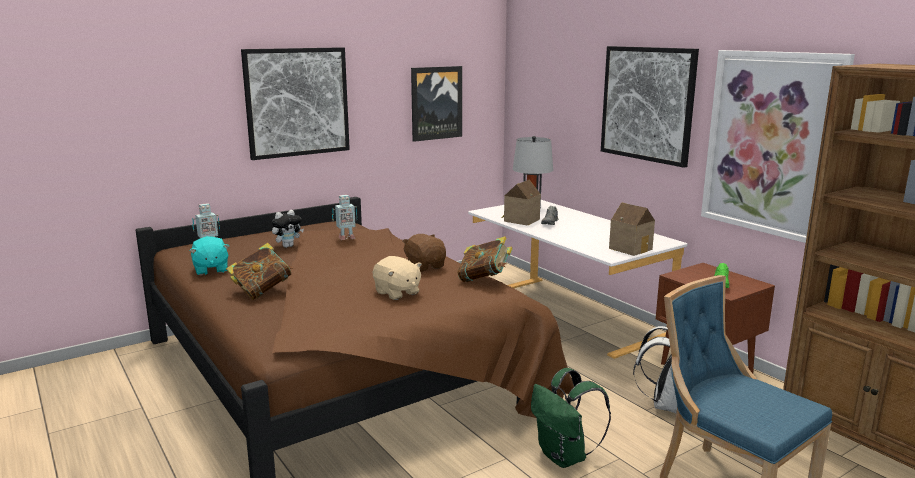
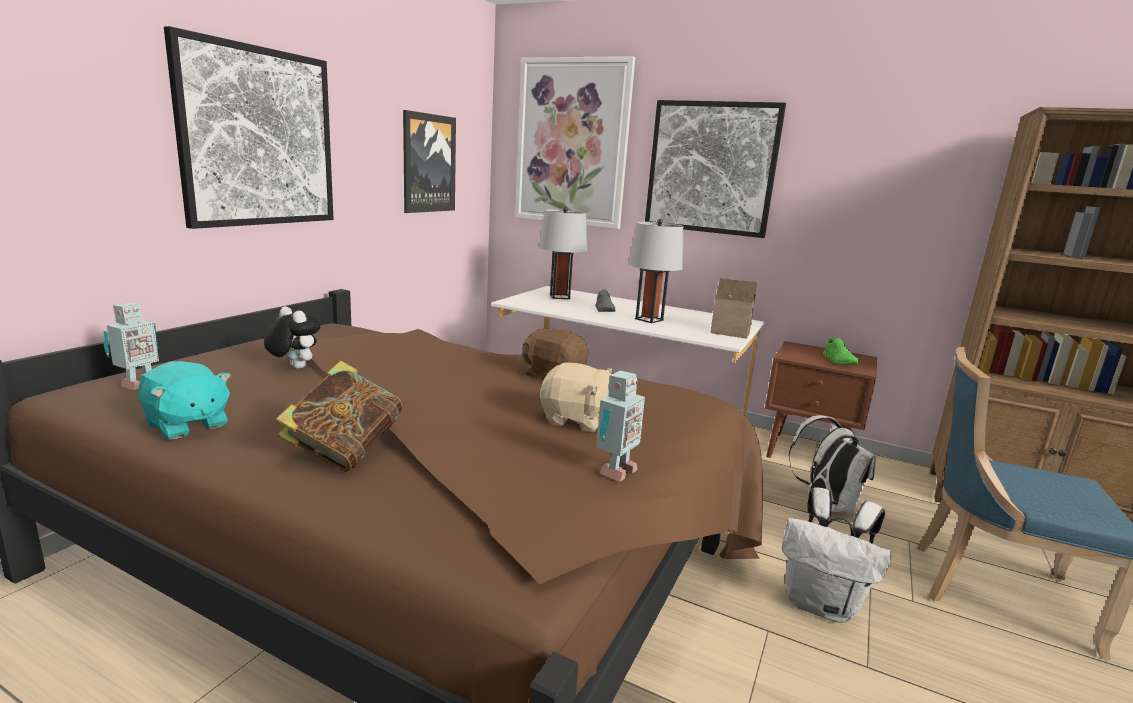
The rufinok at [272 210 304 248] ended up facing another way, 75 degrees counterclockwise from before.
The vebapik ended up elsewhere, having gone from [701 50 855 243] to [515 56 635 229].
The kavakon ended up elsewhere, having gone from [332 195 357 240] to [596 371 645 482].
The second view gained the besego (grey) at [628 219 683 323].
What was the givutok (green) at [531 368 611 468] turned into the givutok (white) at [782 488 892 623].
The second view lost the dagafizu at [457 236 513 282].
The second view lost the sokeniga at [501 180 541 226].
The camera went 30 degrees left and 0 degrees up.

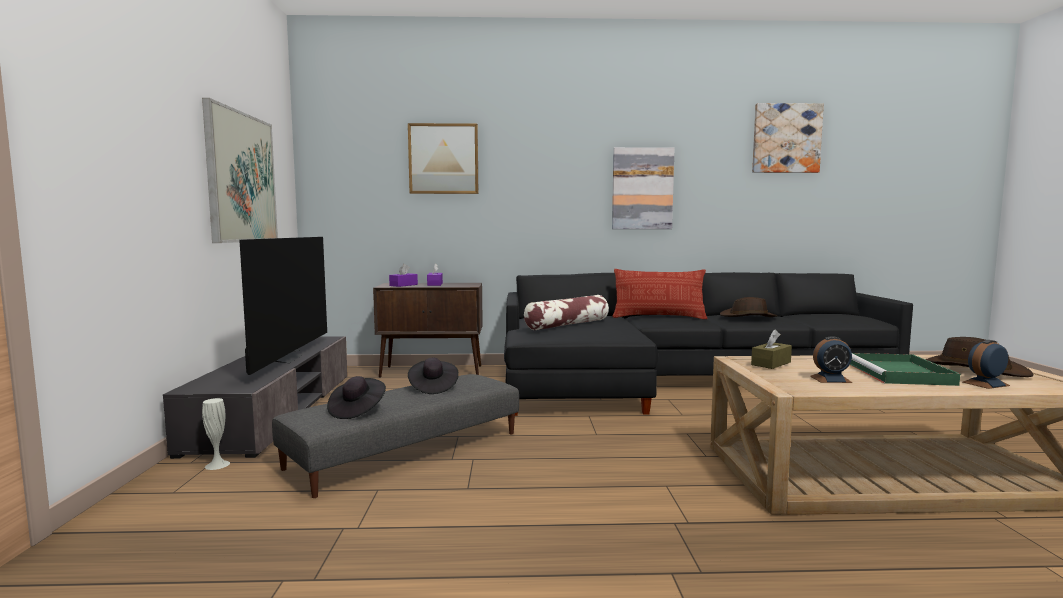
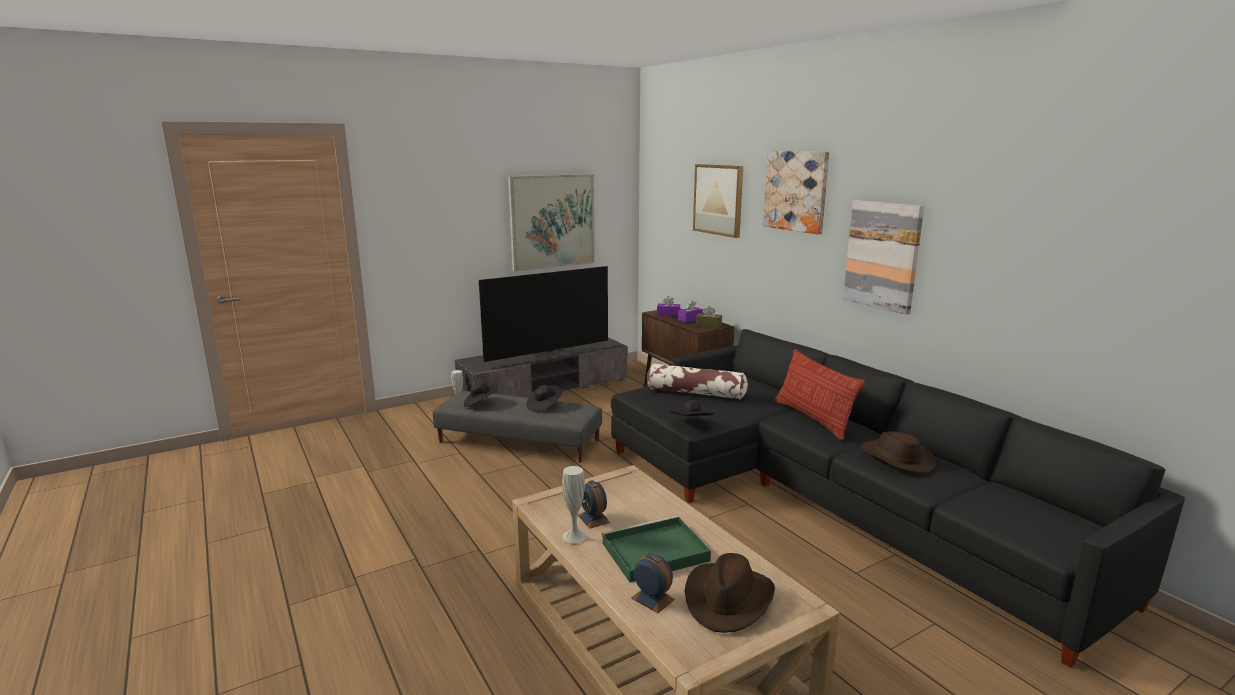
The second view gained the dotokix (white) at [562 466 587 543].
The second view gained the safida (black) at [670 400 714 417].
The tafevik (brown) ended up elsewhere, having gone from [751 330 792 369] to [696 306 722 328].
The vebapik ended up elsewhere, having gone from [752 103 824 173] to [763 151 829 234].
The camera went 60 degrees right and 10 degrees up.

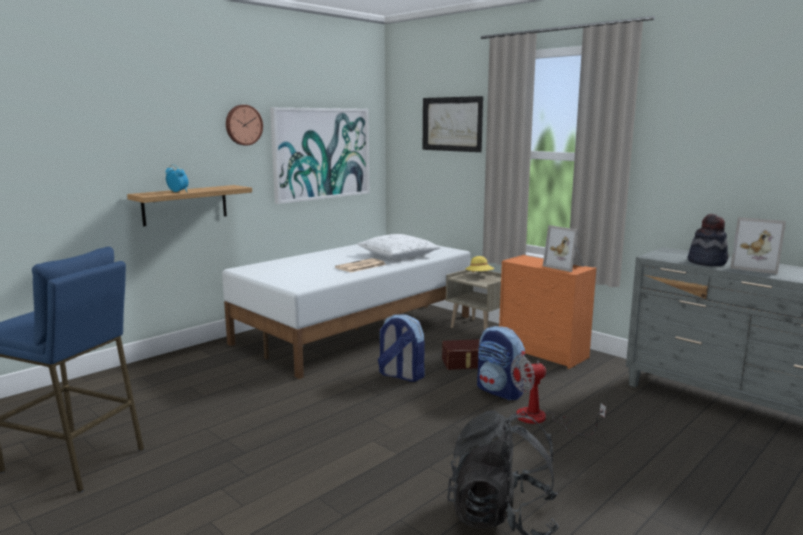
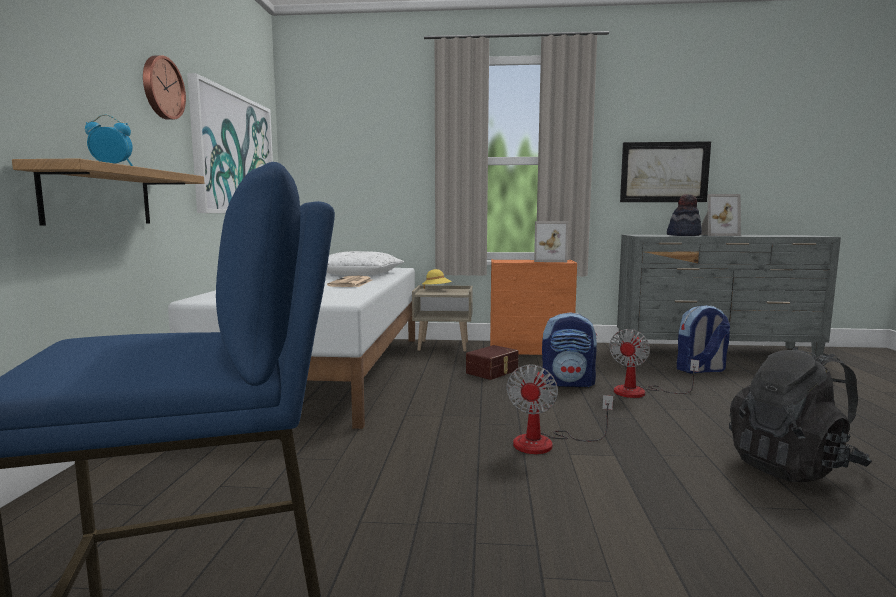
The second view gained the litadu at [506 364 613 454].
The vebapik ended up elsewhere, having gone from [423 96 483 152] to [620 141 711 202].
The givutok ended up elsewhere, having gone from [378 314 425 382] to [677 305 730 373].
The camera went 40 degrees left and 5 degrees down.

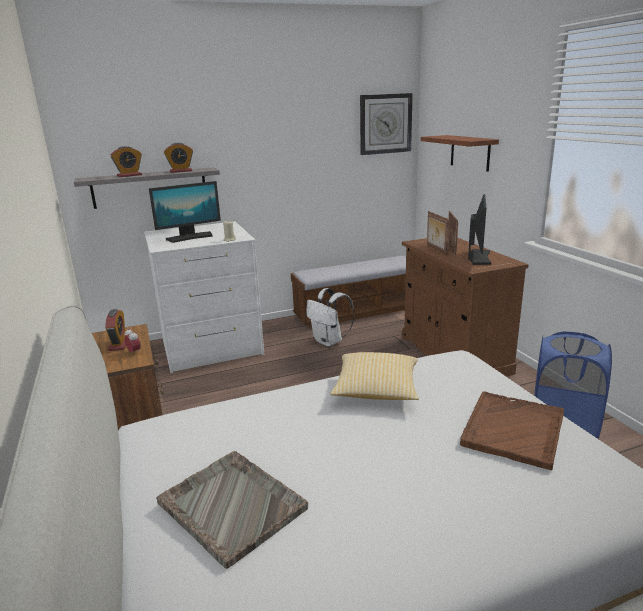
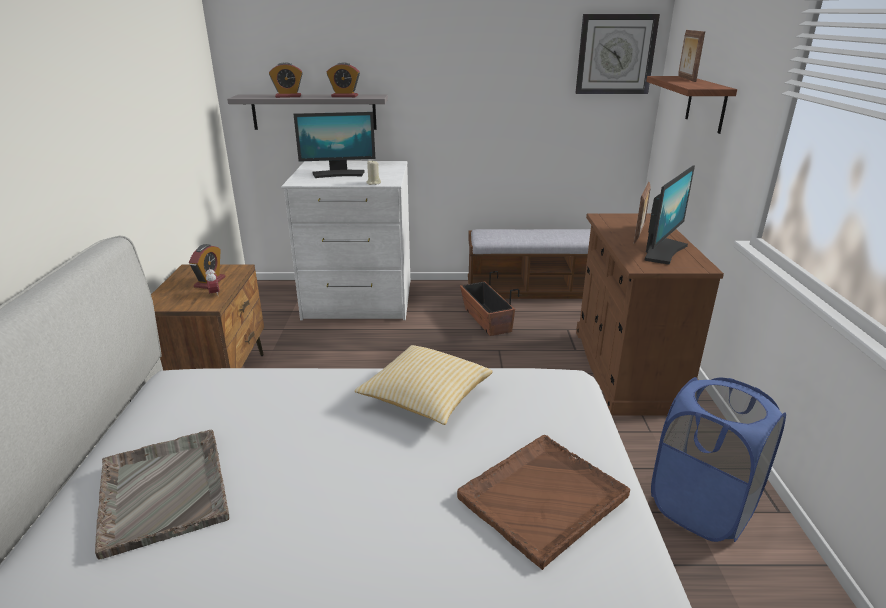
Where the givutok (white) stood at [306 288 355 347], the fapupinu came to stand at [460 271 520 336].
The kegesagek ended up elsewhere, having gone from [427 211 450 255] to [678 30 705 82].
The camera went 20 degrees right and 5 degrees up.

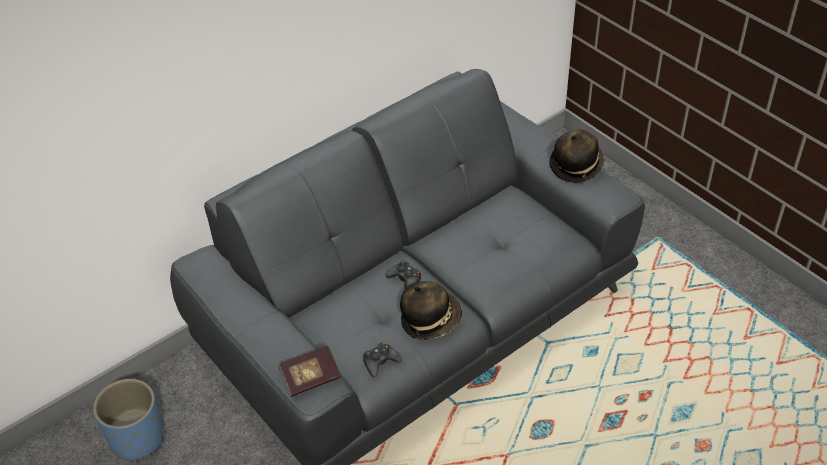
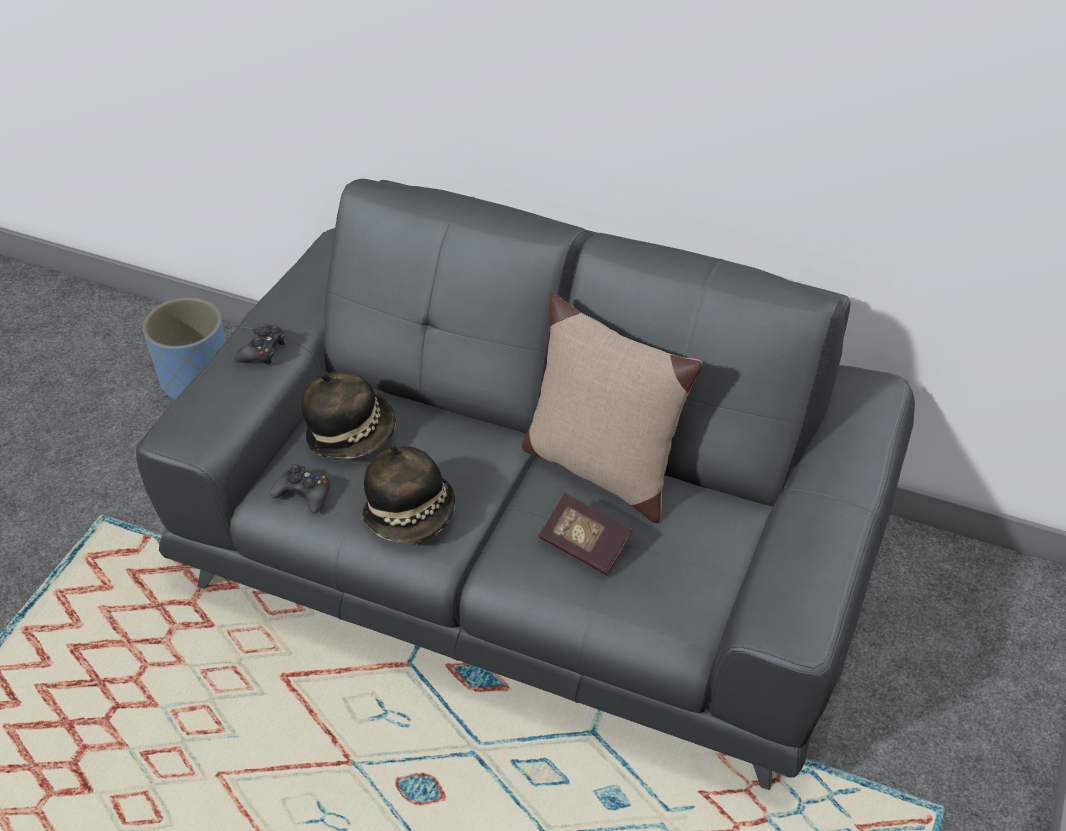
The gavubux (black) ended up elsewhere, having gone from [385 260 421 289] to [235 323 287 364].
The safida ended up elsewhere, having gone from [549 129 604 183] to [302 372 396 459].
The second view gained the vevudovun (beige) at [521 293 702 523].
The dagafizu ended up elsewhere, having gone from [278 345 341 397] to [539 493 633 576].
The camera went 60 degrees right and 0 degrees up.

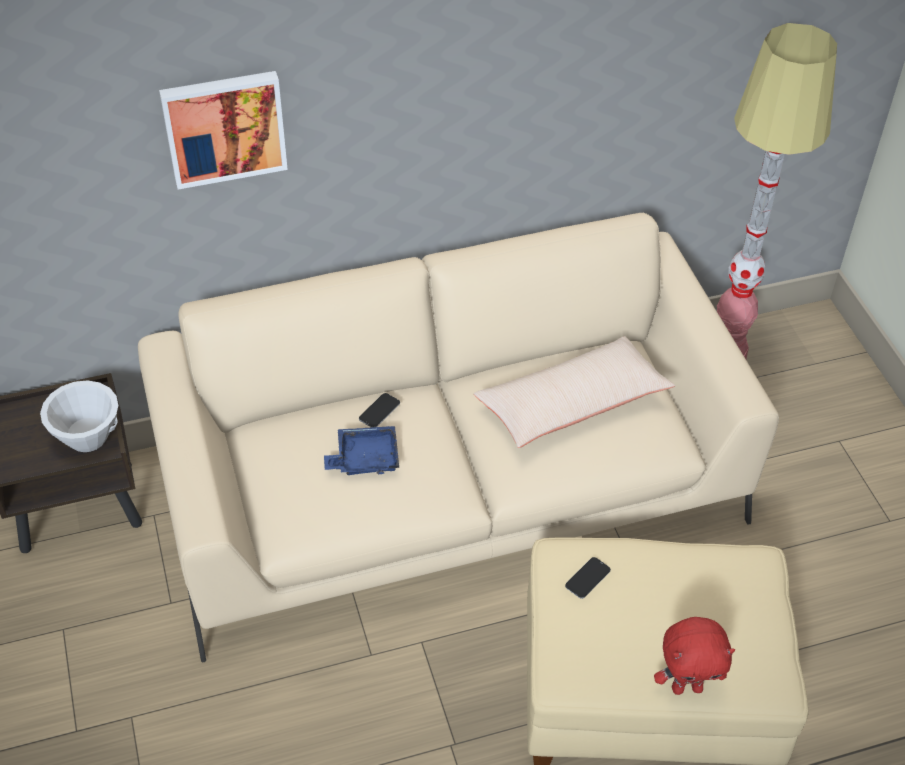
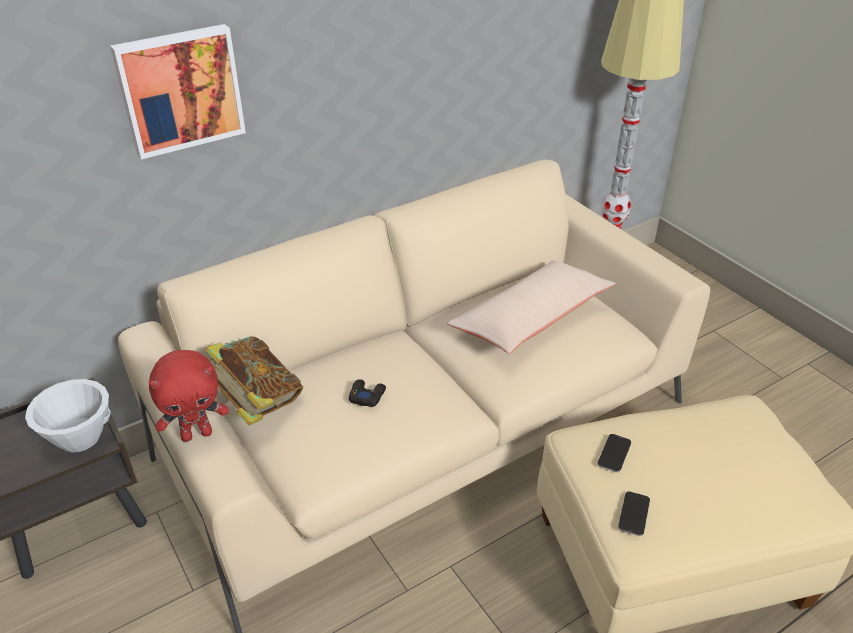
The rufinok (red) ended up elsewhere, having gone from [654 617 735 695] to [149 350 229 442].
The second view gained the dagafizu at [206 336 303 426].
Where the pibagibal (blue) stood at [324 426 399 475], the gavubux (black) came to stand at [349 379 386 407].
The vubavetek ended up elsewhere, having gone from [359 393 400 428] to [618 491 650 536].
The camera went 15 degrees left and 10 degrees down.

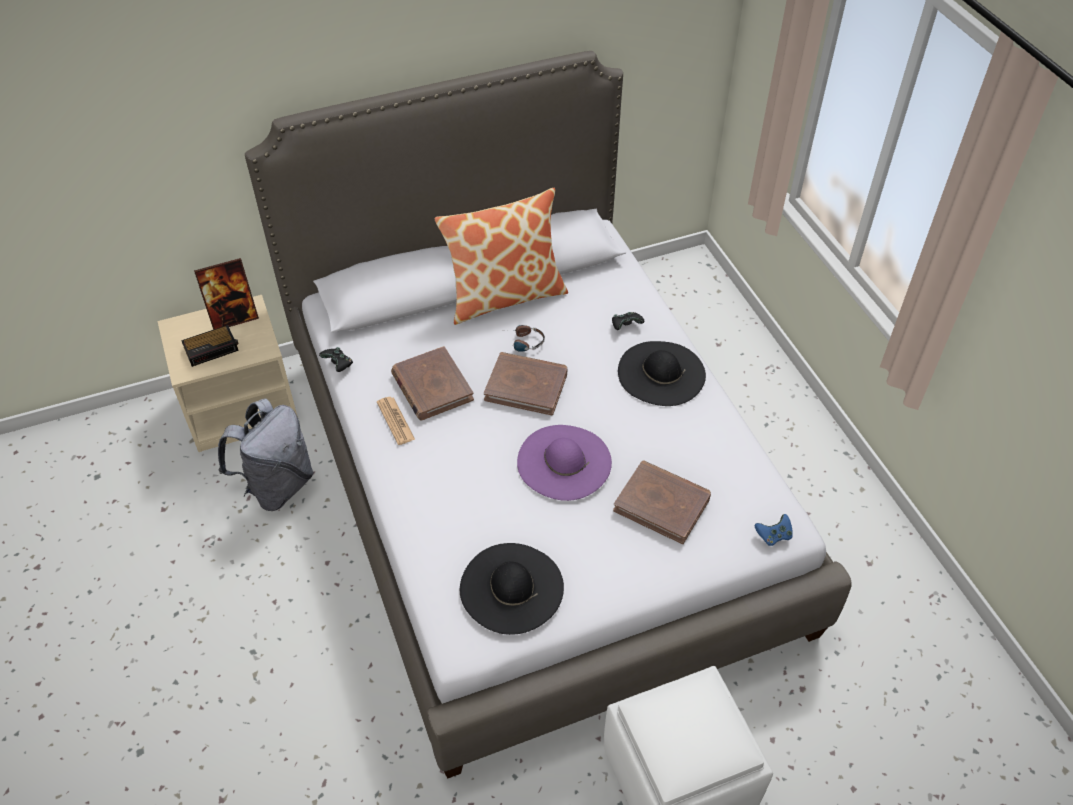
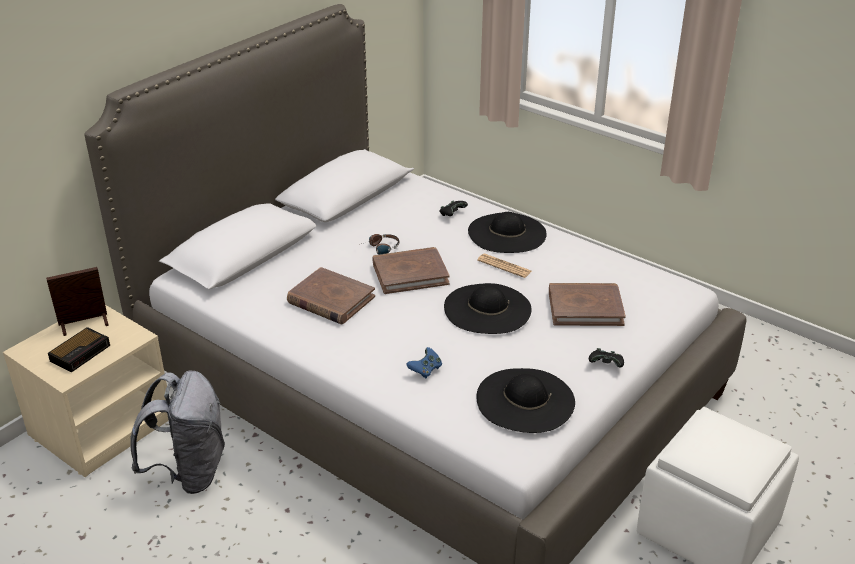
The kegesagek at [194 258 259 330] ended up facing another way, 150 degrees counterclockwise from before.
The gavubux (blue) ended up elsewhere, having gone from [755 514 793 546] to [406 347 442 378].
What was the safida (purple) at [517 425 612 501] turned into the safida (black) at [444 283 532 334].
The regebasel ended up elsewhere, having gone from [377 397 415 445] to [477 253 532 278].
The gavubux (black) ended up elsewhere, having gone from [319 347 353 372] to [589 348 624 368].
The second view lost the vevudovun at [434 188 568 325].
The camera went 30 degrees left and 15 degrees down.

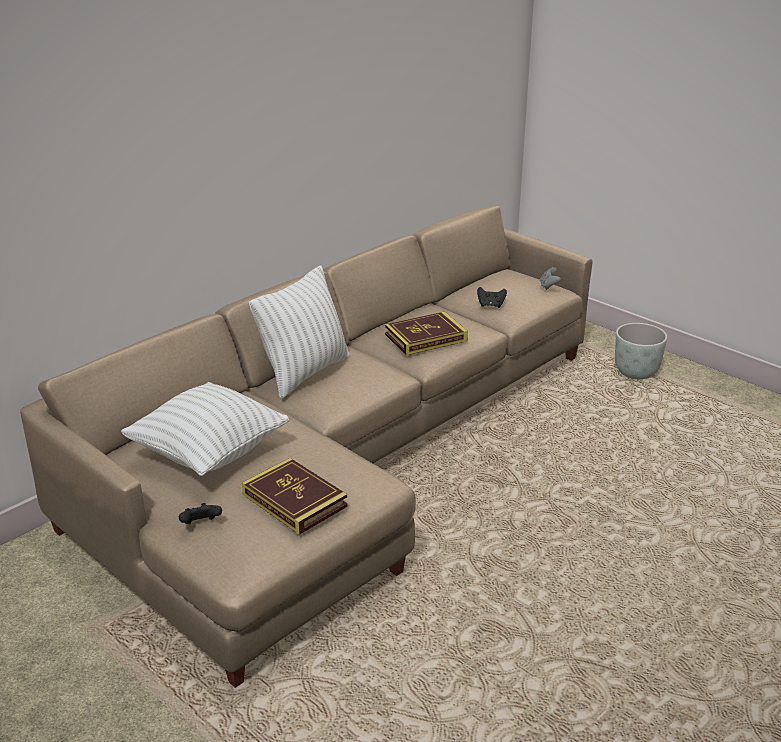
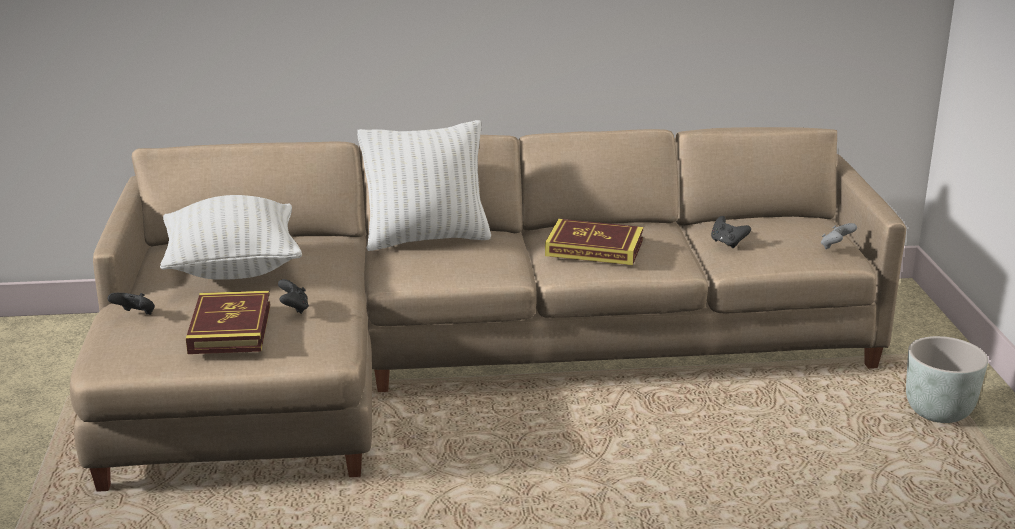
The second view gained the gavubux (black) at [278 279 309 314].
The camera went 40 degrees right and 5 degrees down.

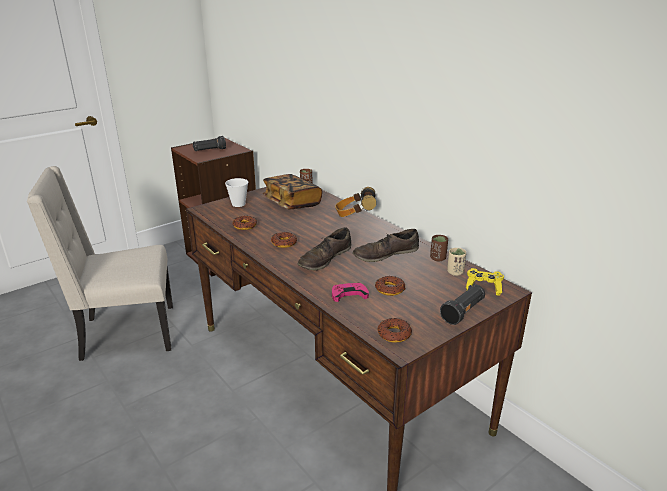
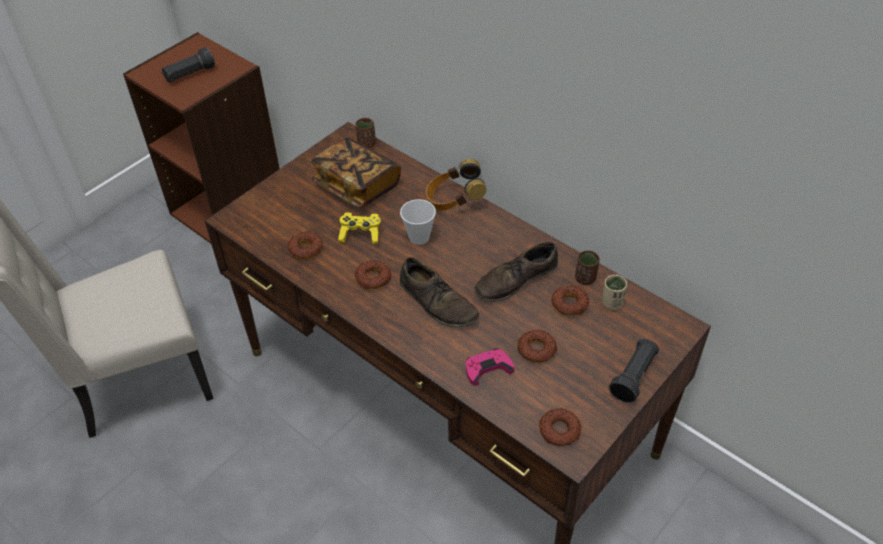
The gavubux (yellow) ended up elsewhere, having gone from [466 268 504 296] to [338 212 381 244].
The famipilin ended up elsewhere, having gone from [225 178 248 207] to [400 199 436 245].
The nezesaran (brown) at [298 227 351 271] ended up facing another way, 75 degrees counterclockwise from before.
The second view gained the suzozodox at [552 285 589 316].
The camera went 10 degrees left and 20 degrees up.

